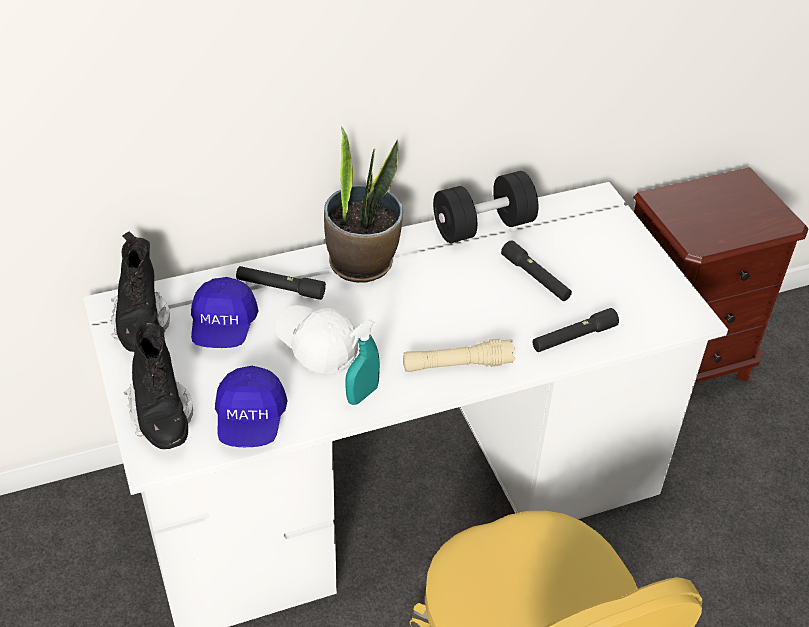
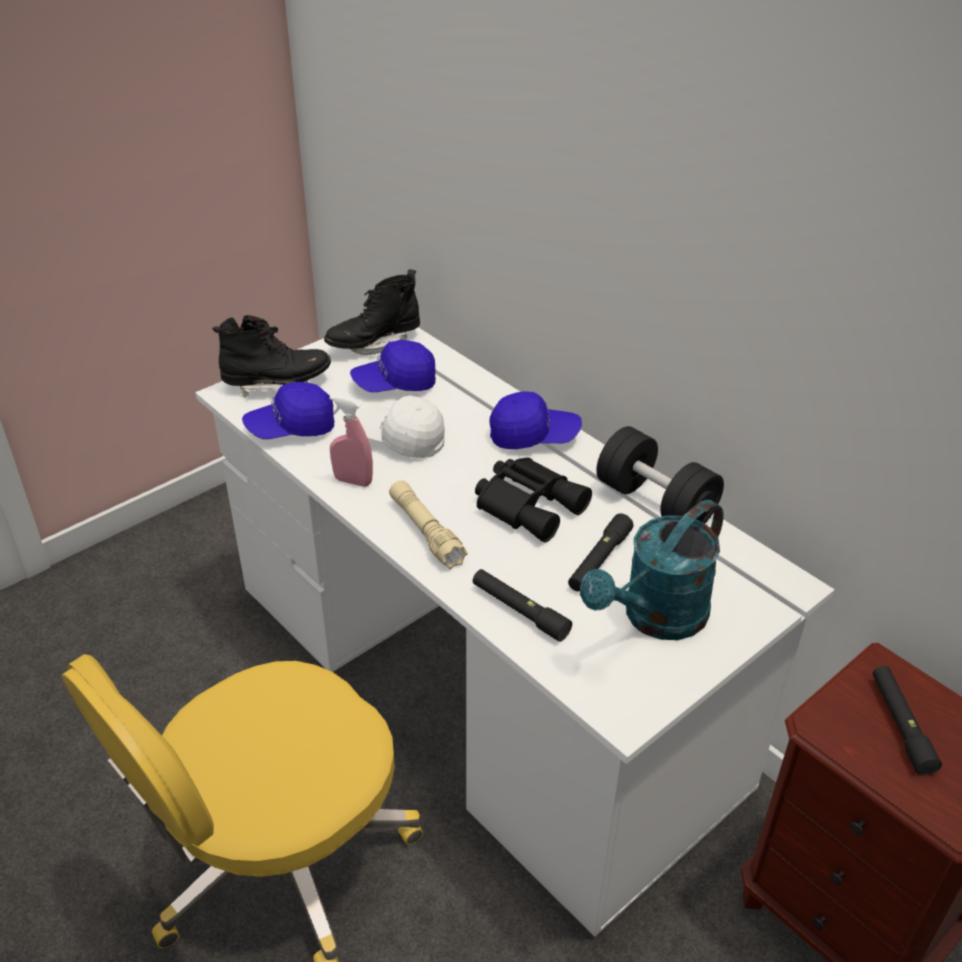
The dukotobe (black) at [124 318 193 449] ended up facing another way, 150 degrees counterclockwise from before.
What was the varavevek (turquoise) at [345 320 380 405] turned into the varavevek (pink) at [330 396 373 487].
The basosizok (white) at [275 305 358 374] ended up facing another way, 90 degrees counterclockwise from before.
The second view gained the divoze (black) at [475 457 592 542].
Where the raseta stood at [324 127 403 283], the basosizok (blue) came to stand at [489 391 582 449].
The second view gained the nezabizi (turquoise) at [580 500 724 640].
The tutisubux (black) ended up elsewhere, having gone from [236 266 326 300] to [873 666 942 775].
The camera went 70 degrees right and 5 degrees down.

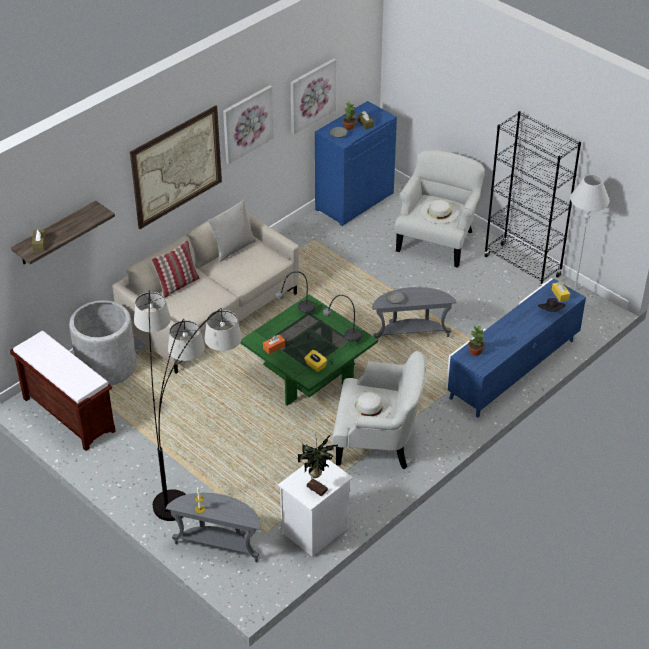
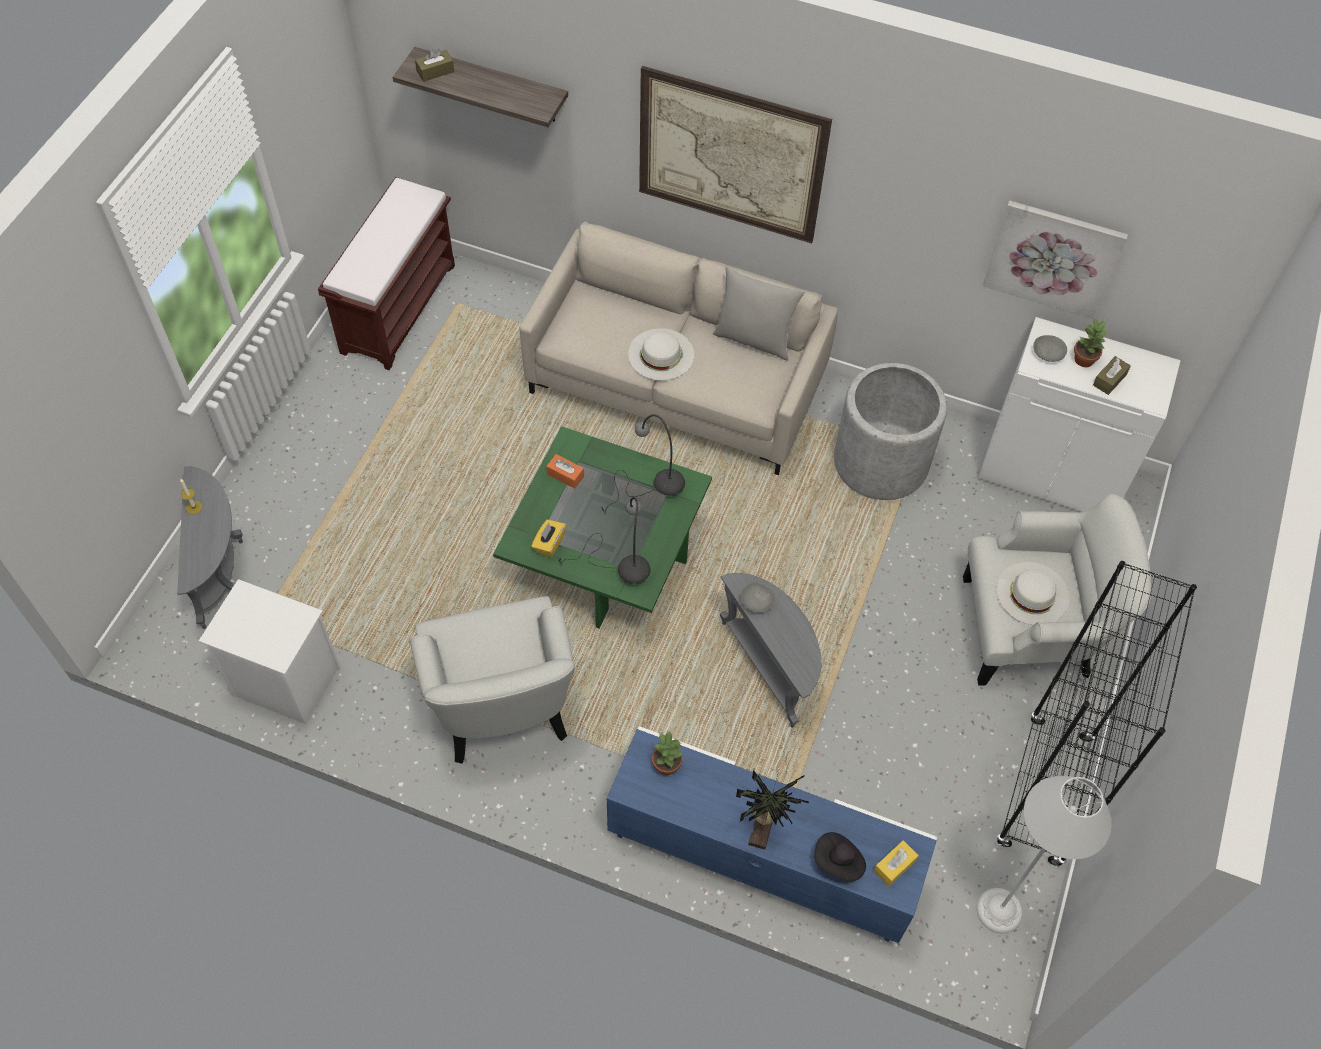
The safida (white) ended up elsewhere, having gone from [347 391 391 419] to [628 328 694 380].
The raseta ended up elsewhere, having gone from [298 431 338 496] to [736 769 809 850].
The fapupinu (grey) ended up elsewhere, having gone from [69 300 136 385] to [834 363 947 500].
What was the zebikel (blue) at [315 101 397 226] turned into the zebikel (white) at [978 317 1181 512].
The second view lost the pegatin at [134 290 242 521].
The second view lost the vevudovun at [152 240 200 298].
The second view lost the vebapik at [223 85 274 164].
The camera went 65 degrees right and 15 degrees up.

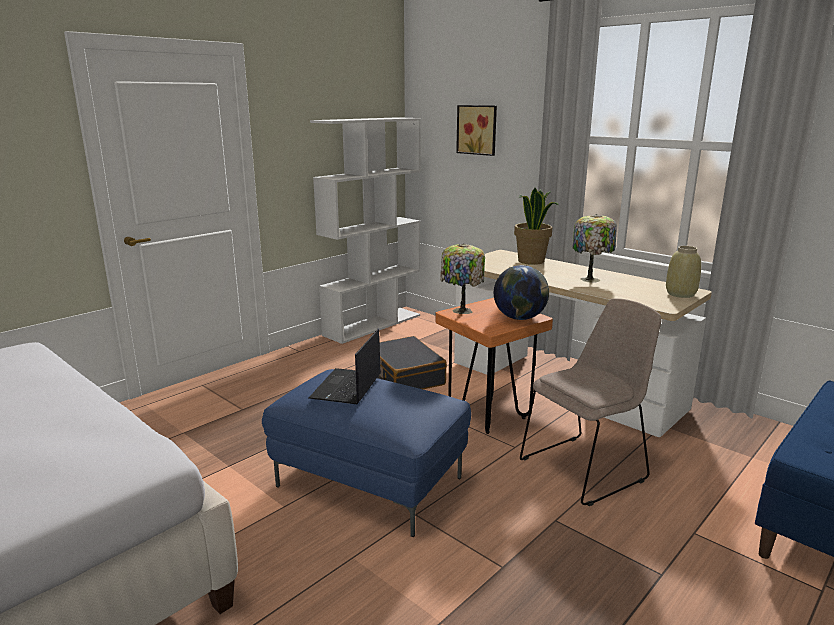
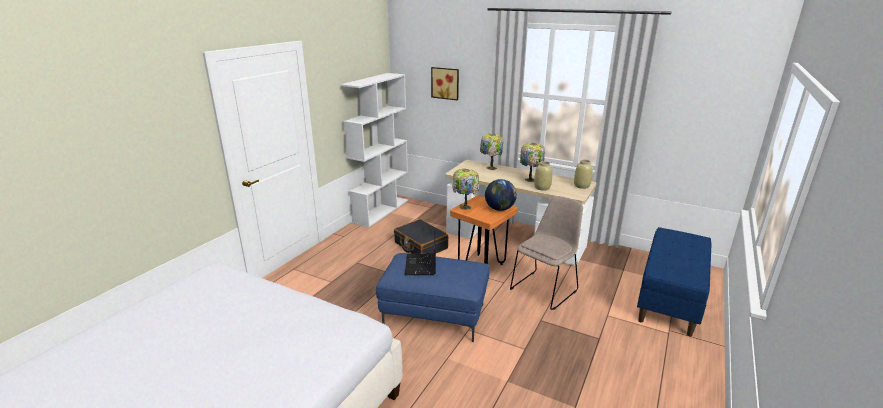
Where the raseta stood at [514 188 559 265], the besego came to stand at [480 134 503 170].
The second view gained the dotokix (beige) at [534 161 552 191].
The camera went 15 degrees left and 5 degrees up.

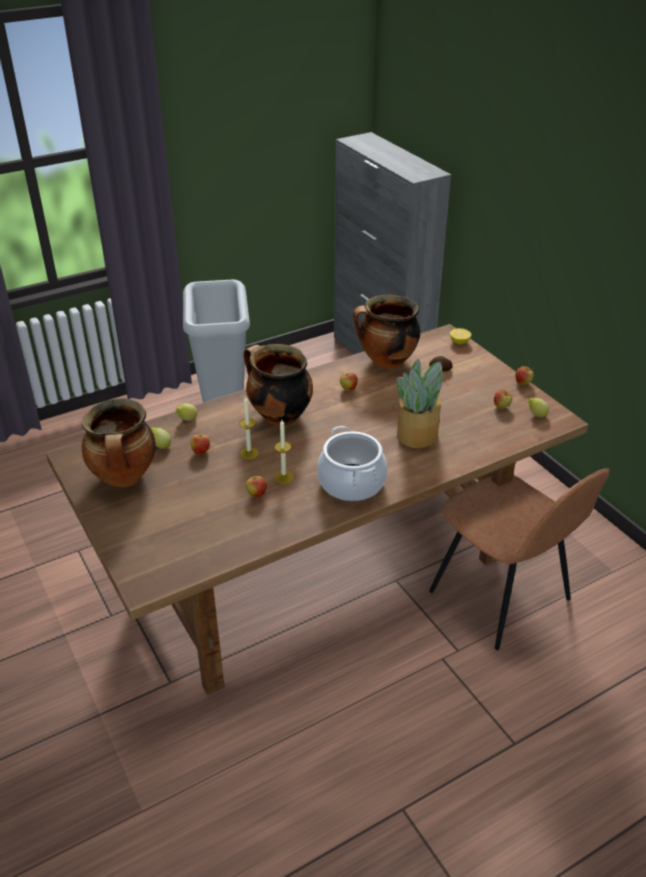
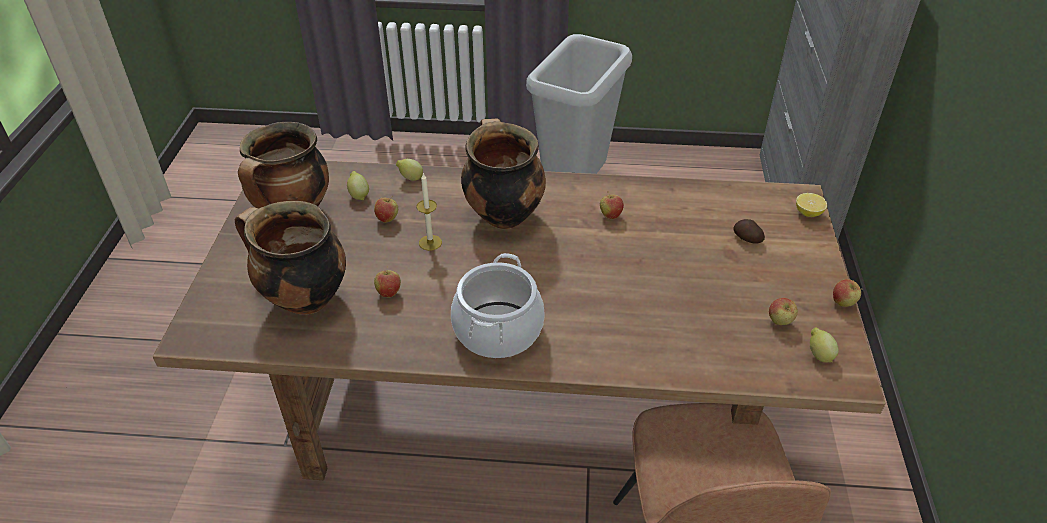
The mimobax ended up elsewhere, having gone from [353 295 420 369] to [235 201 346 315].
The second view lost the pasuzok at [274 420 294 484].
The second view lost the raseta at [397 359 443 448].
The camera went 35 degrees right and 5 degrees up.

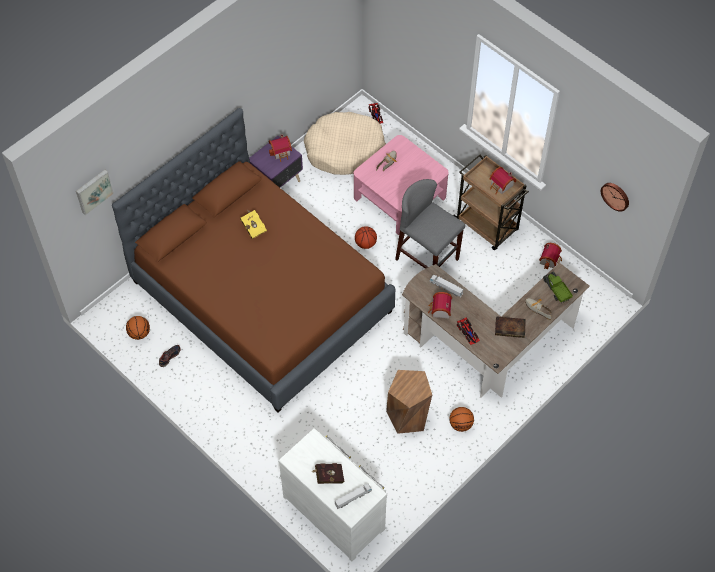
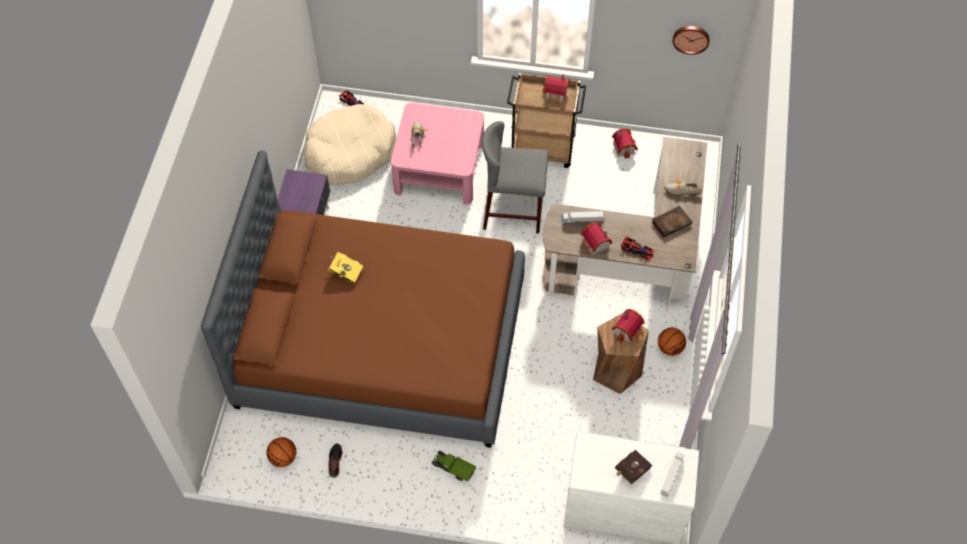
The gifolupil ended up elsewhere, having gone from [543 272 573 303] to [432 451 476 482].
The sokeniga ended up elsewhere, having gone from [269 134 292 162] to [612 309 644 343].
The second view lost the vebapik at [76 170 114 215].
The second view lost the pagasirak at [355 226 377 249].
The camera went 35 degrees left and 0 degrees up.

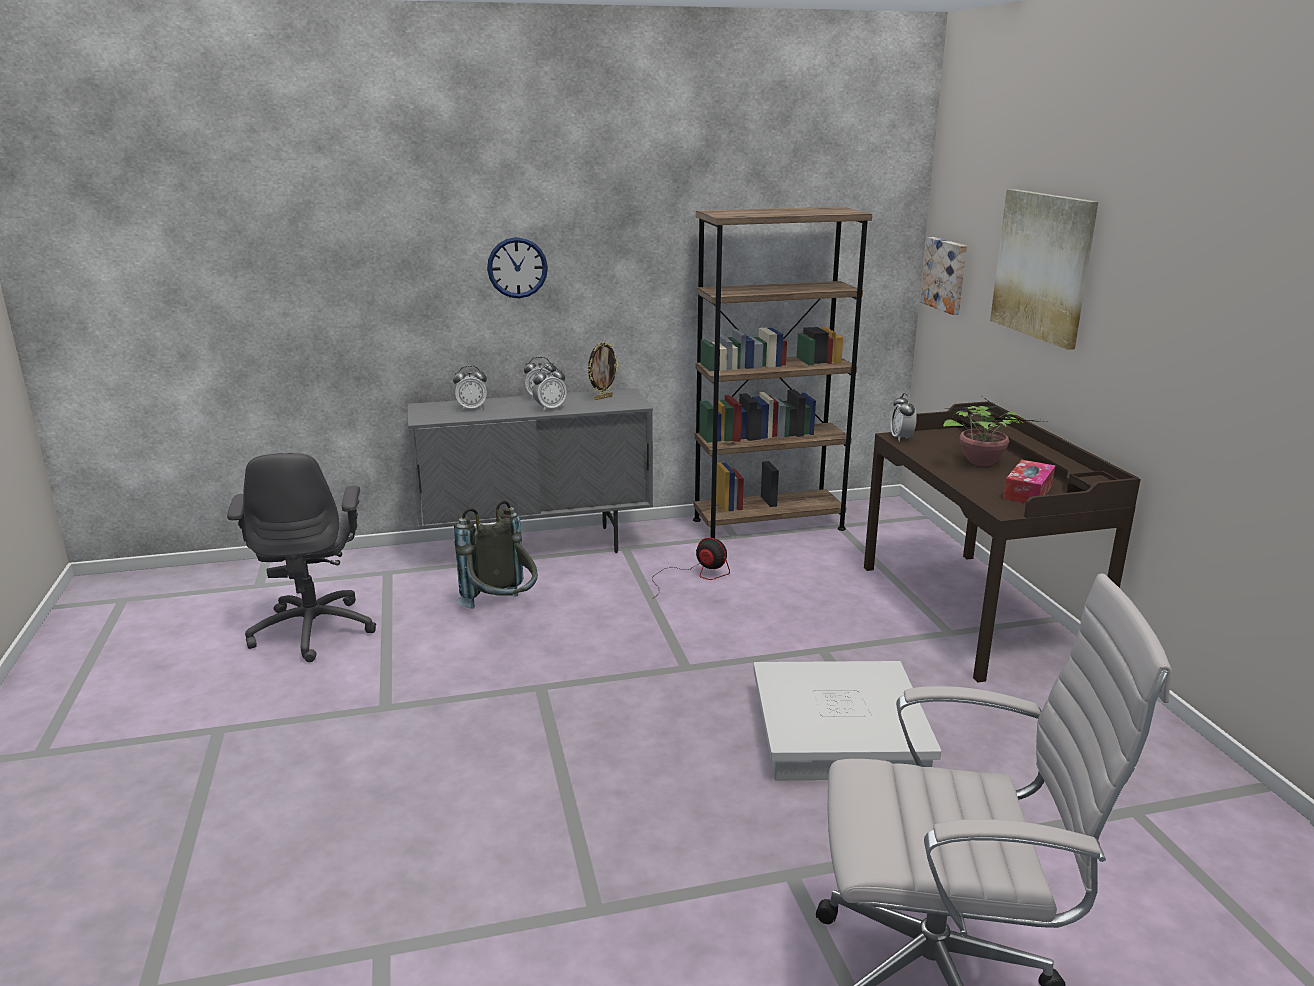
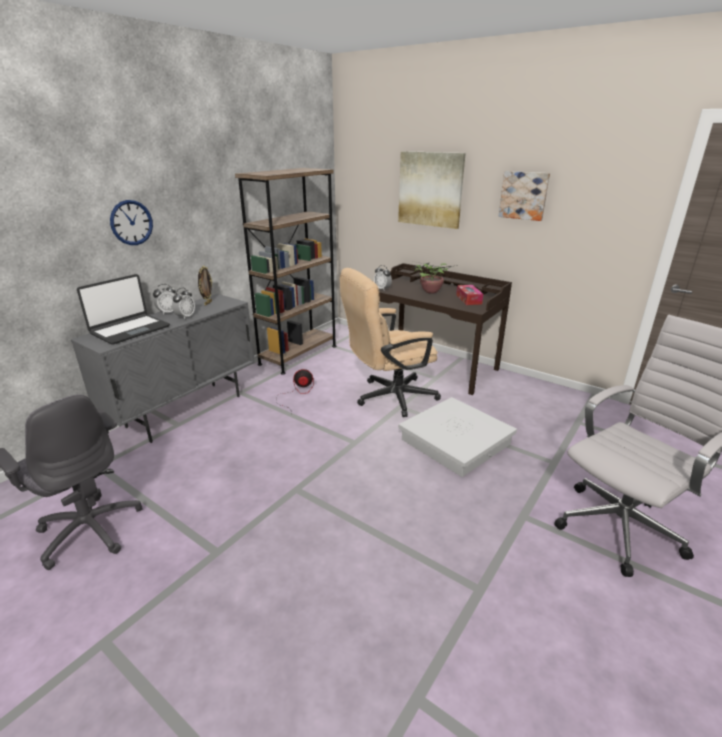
Where the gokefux stood at [453 366 487 411], the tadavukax came to stand at [77 274 170 345].
The second view gained the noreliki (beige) at [340 268 441 417].
The vebapik ended up elsewhere, having gone from [920 237 967 315] to [499 171 550 221].
The second view lost the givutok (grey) at [454 500 538 609].
The camera went 40 degrees left and 5 degrees up.

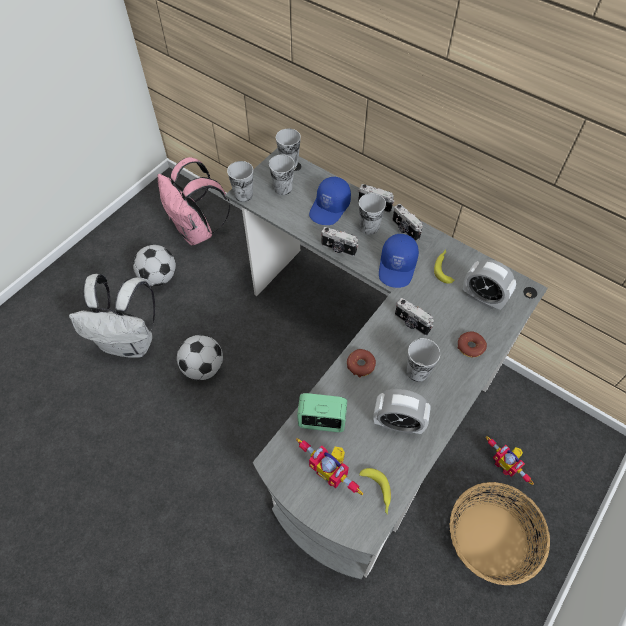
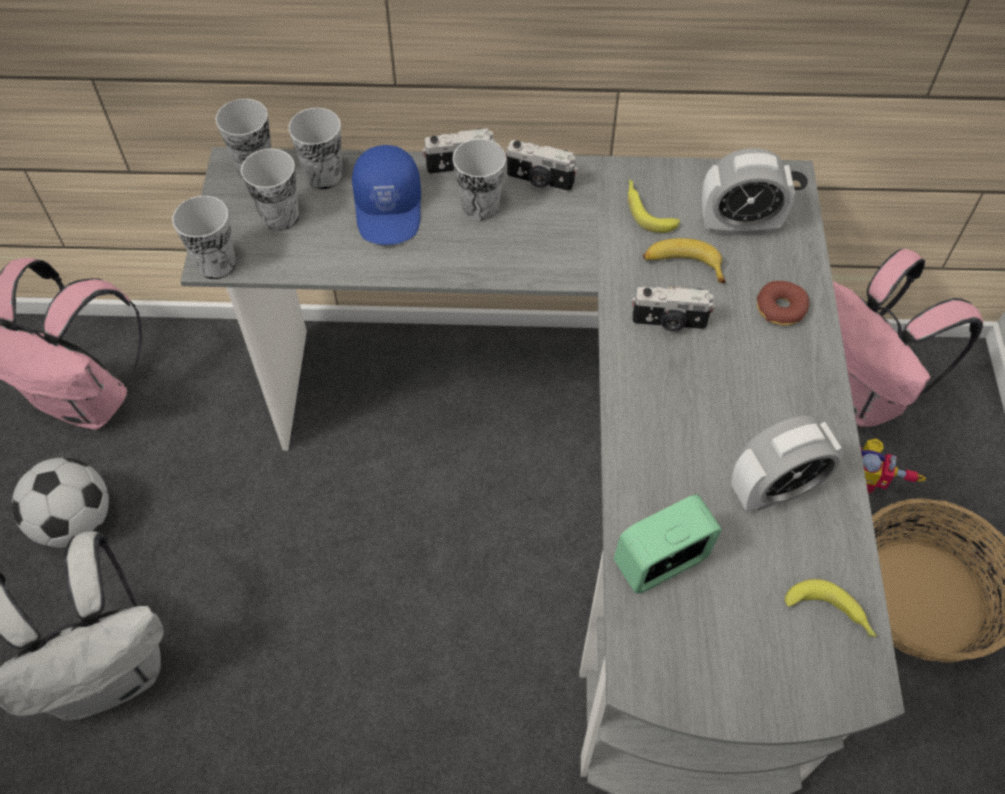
The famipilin ended up elsewhere, having gone from [407 338 440 382] to [288 108 342 189].
The second view gained the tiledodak at [643 238 726 283].
The second view gained the givutok (pink) at [833 249 983 427].
The second view lost the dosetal at [177 335 223 380].
The second view lost the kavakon at [296 438 363 495].
The second view lost the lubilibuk at [321 227 358 257].
The second view lost the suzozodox at [347 349 376 378].
The second view lost the basosizok (blue) at [379 234 419 288].
The camera went 35 degrees left and 0 degrees up.

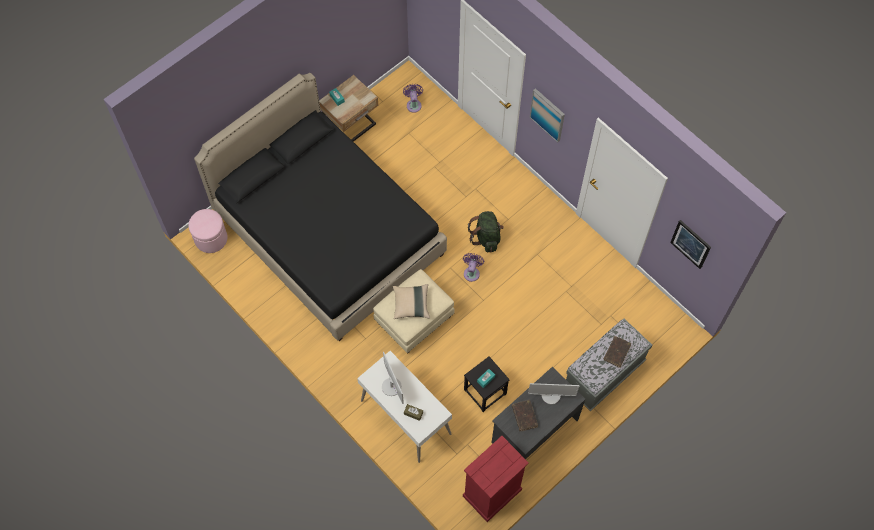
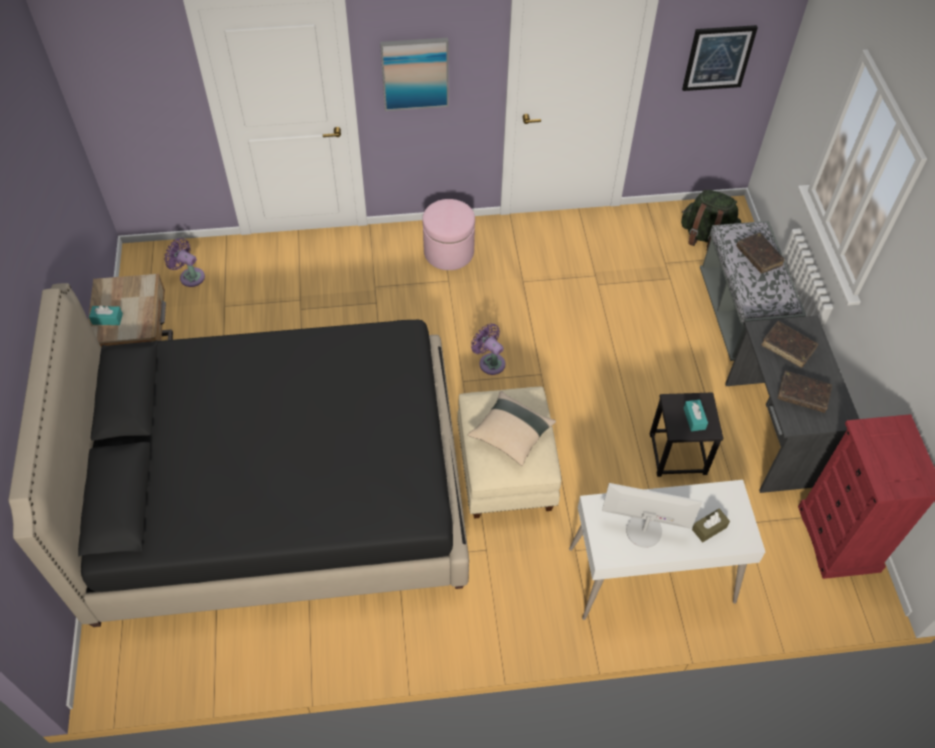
The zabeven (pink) ended up elsewhere, having gone from [188 209 227 253] to [422 199 475 270].
The givutok (green) ended up elsewhere, having gone from [468 211 504 253] to [681 190 741 251].
Where the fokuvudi stood at [528 383 579 404], the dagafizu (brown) came to stand at [761 321 818 368].
The camera went 55 degrees left and 10 degrees down.

